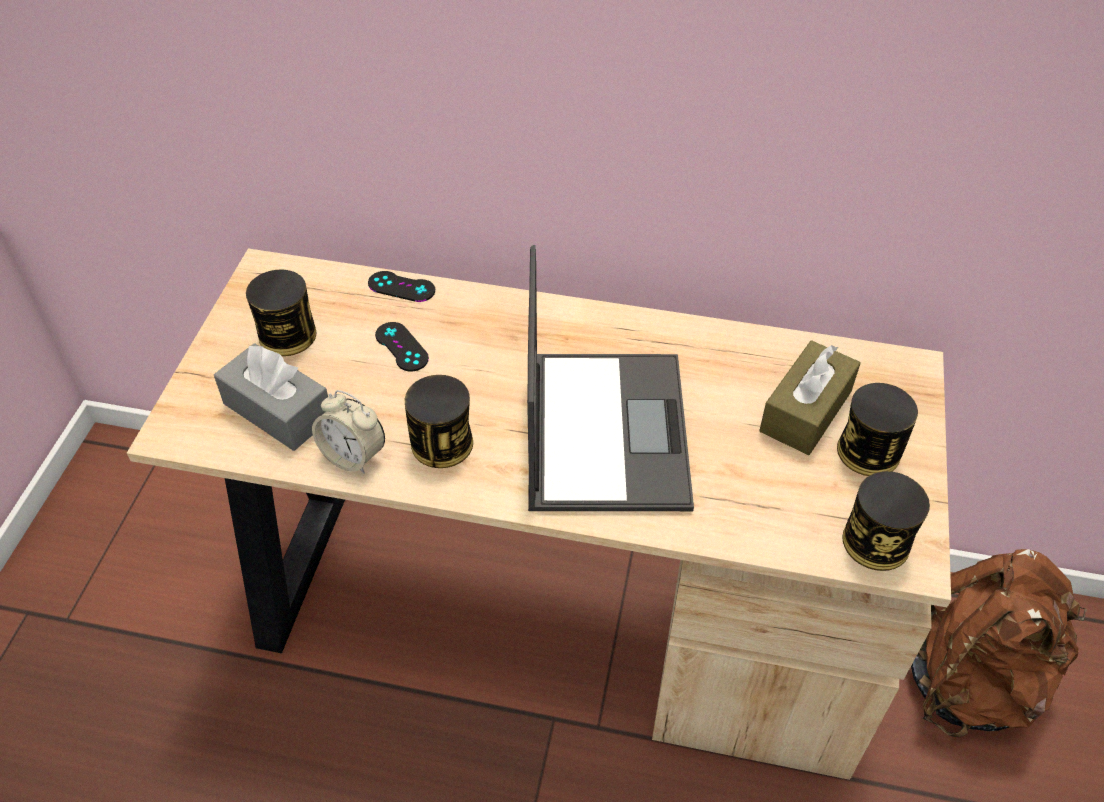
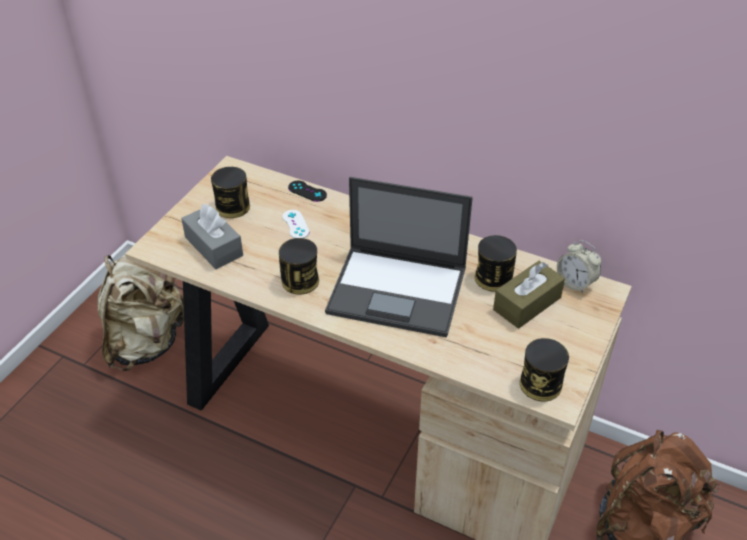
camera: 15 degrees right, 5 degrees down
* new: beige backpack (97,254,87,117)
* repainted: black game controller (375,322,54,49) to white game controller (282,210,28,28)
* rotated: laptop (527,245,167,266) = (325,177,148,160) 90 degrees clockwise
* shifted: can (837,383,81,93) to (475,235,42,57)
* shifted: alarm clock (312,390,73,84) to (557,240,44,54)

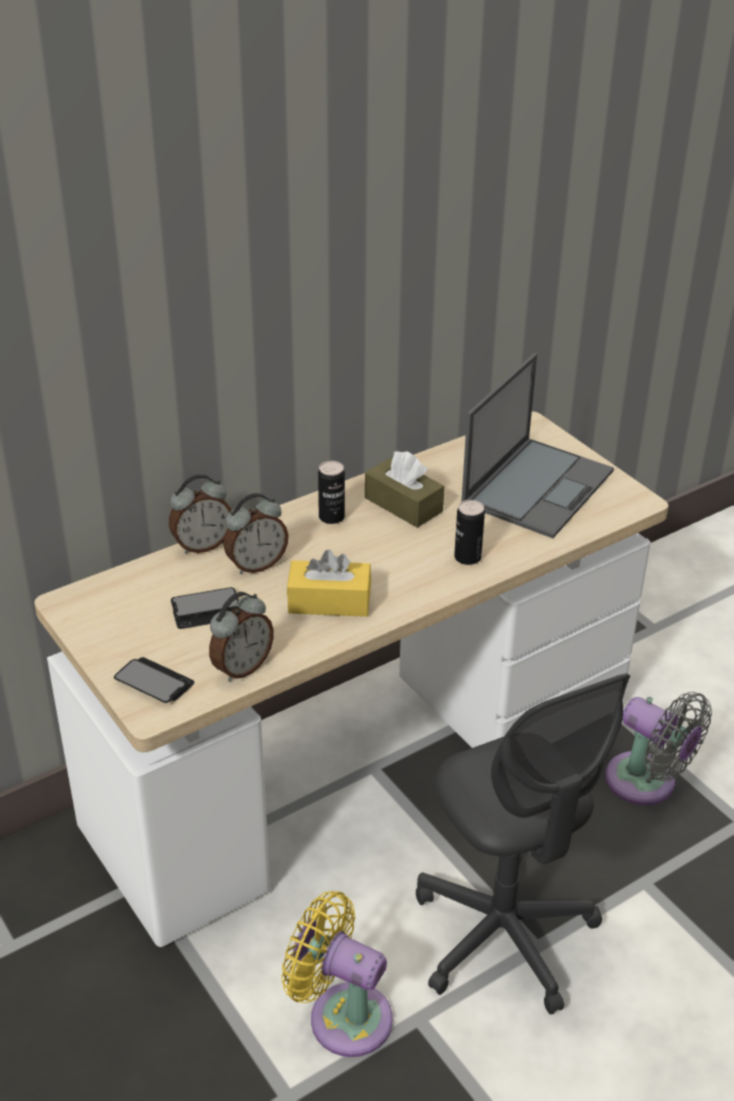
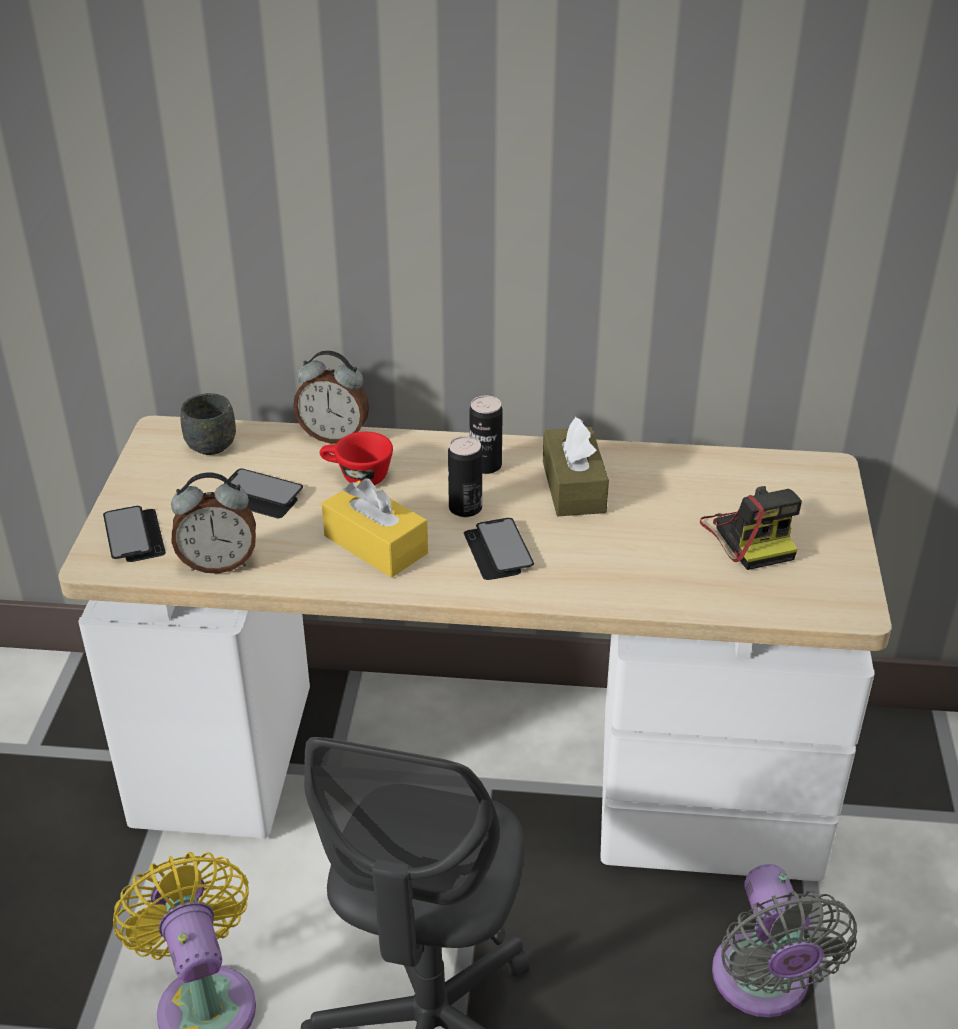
camera: 40 degrees right, 0 degrees up
* new: grey mug (180,393,56,62)
* swapped: alarm clock (224,493,64,81) to red cup (320,432,73,53)
* shifted: can (454,500,31,65) to (448,436,34,81)
* new: phone (464,518,70,62)
* swapped: laptop (461,353,153,185) to photo camera (700,486,102,84)

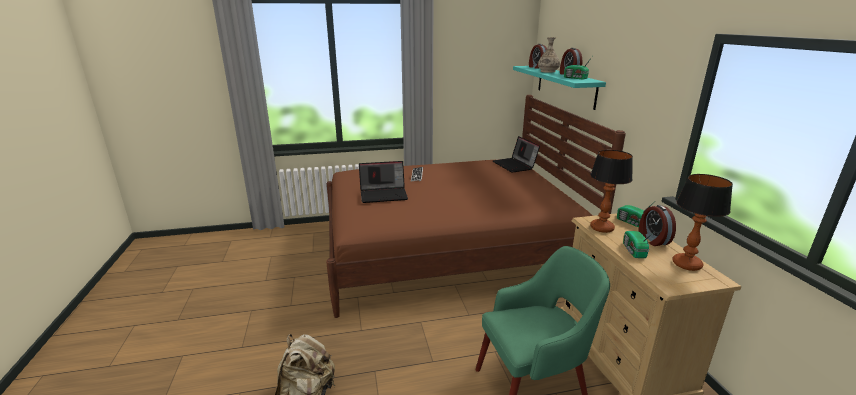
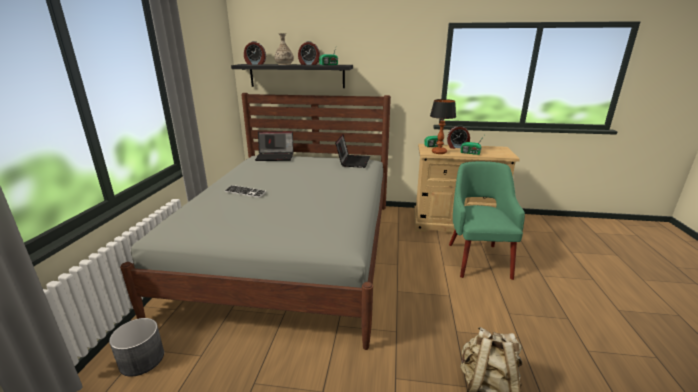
camera: 70 degrees left, 0 degrees up
* new: grey planter (109,318,55,59)
* repainted: brown bed (326,95,300,223) to grey bed (120,93,271,257)
* repainted: turquoise shelf (513,66,93,44) to black shelf (231,64,122,24)
* shifted: laptop (359,161,49,42) to (335,134,35,34)
* gone: table lamp (672,174,61,97)

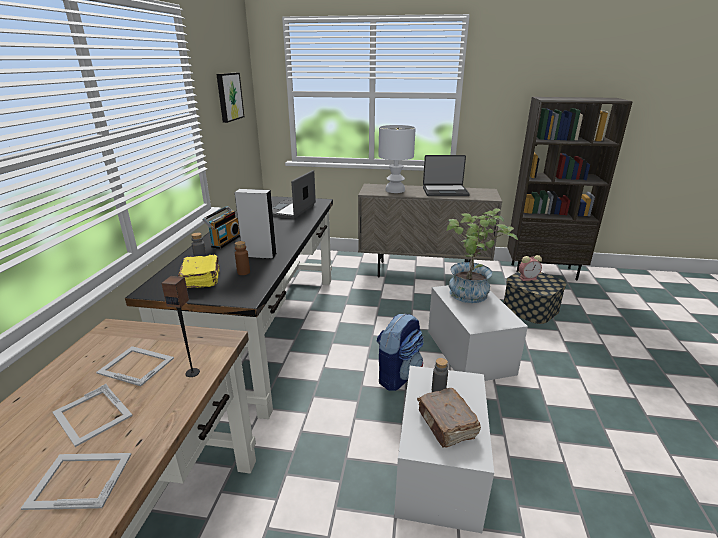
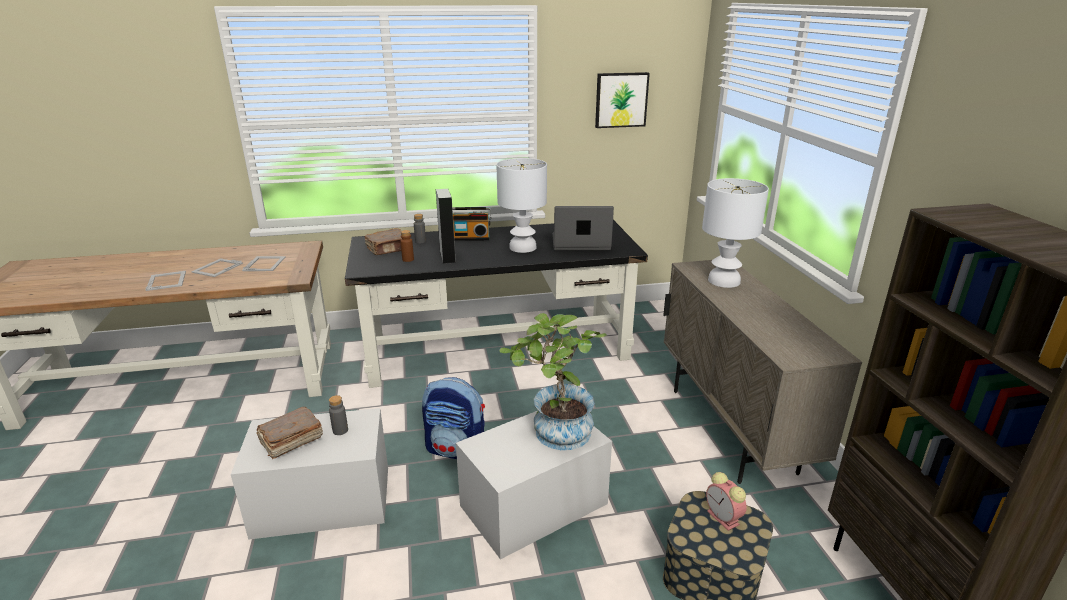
camera: 70 degrees right, 0 degrees up
* repainted: yellow book (178,255,42,33) to brown book (365,228,37,27)
* new: white table lamp (497,158,50,95)
* gone: speaker (161,276,39,101)
* gone: laptop (423,155,47,41)

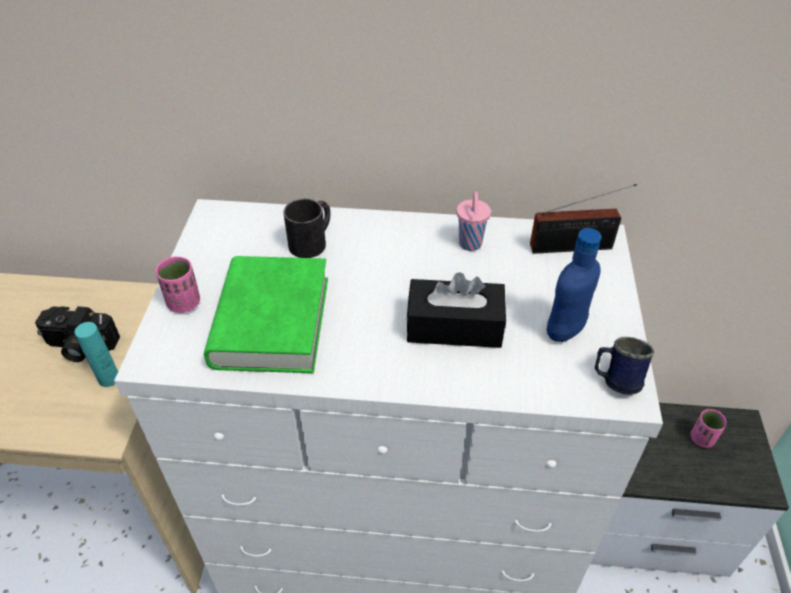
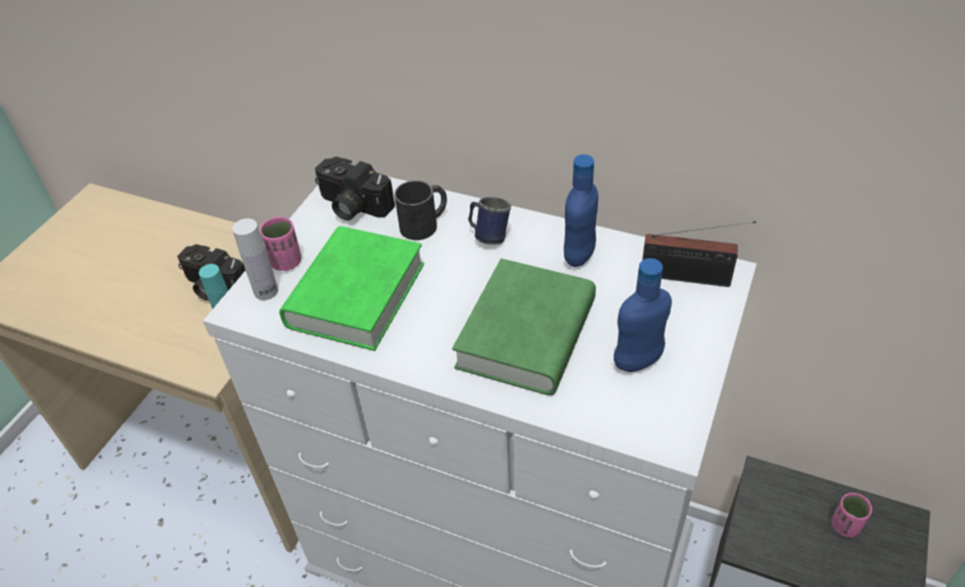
camera: 20 degrees right, 0 degrees up
* new: white bottle (232,218,46,82)
* new: photo camera (315,157,80,64)
* swapped: black tissue box (406,272,100,76) to green book (452,258,144,138)
* shifted: blue mug (595,337,59,58) to (468,197,43,48)
* swapped: pink cup (457,192,34,59) to blue bottle (564,154,34,113)

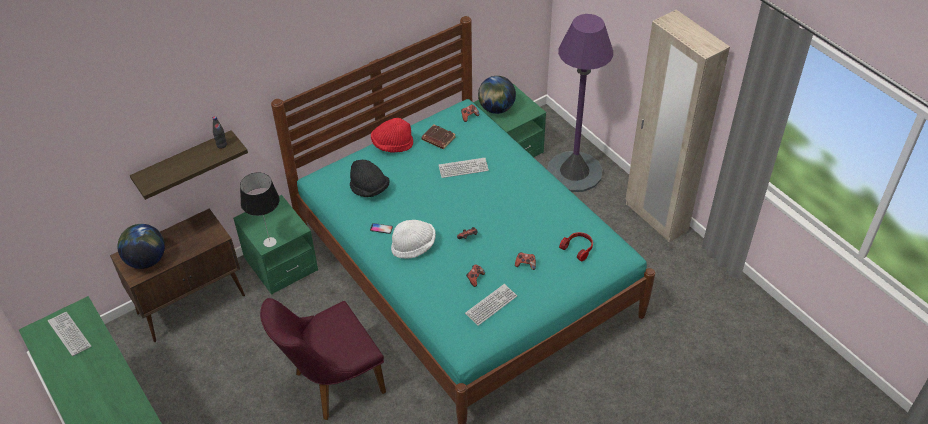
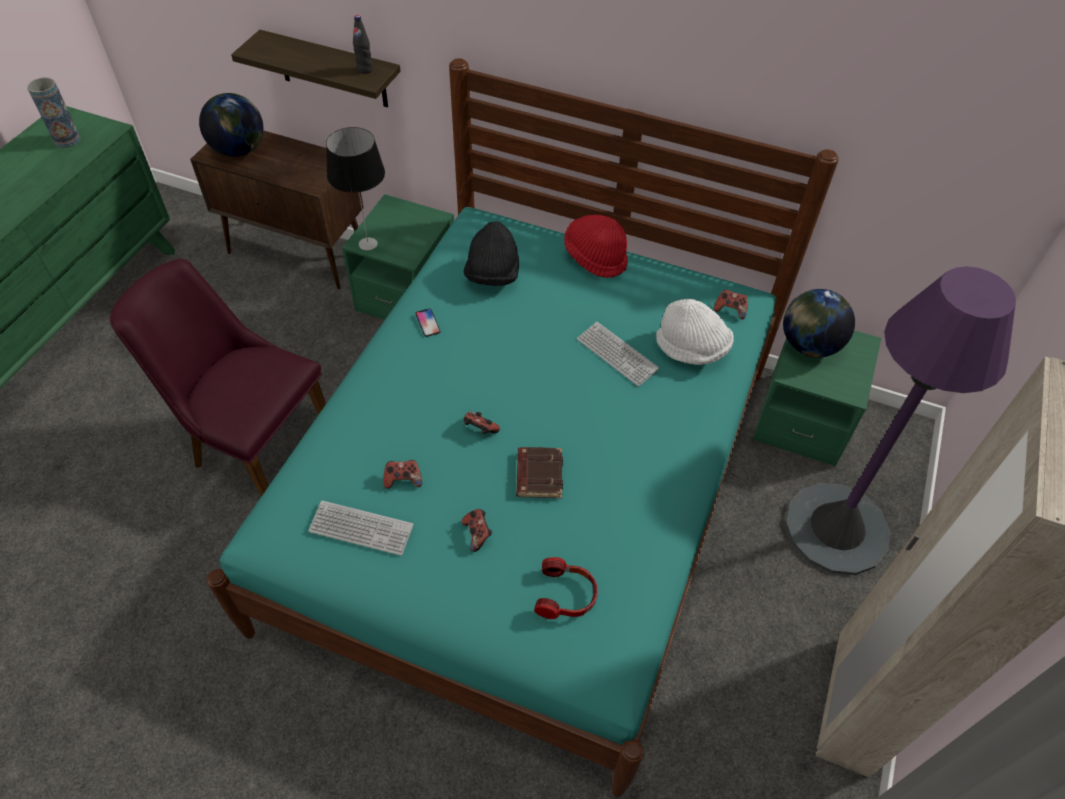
camera: 55 degrees right, 5 degrees up
* swapped: keyboard (48,312,43,44) to vase (27,77,53,71)
* shifted: brown book (421,125,35,24) to (516,447,47,51)
* shifted: white hat (391,220,45,39) to (656,299,78,66)

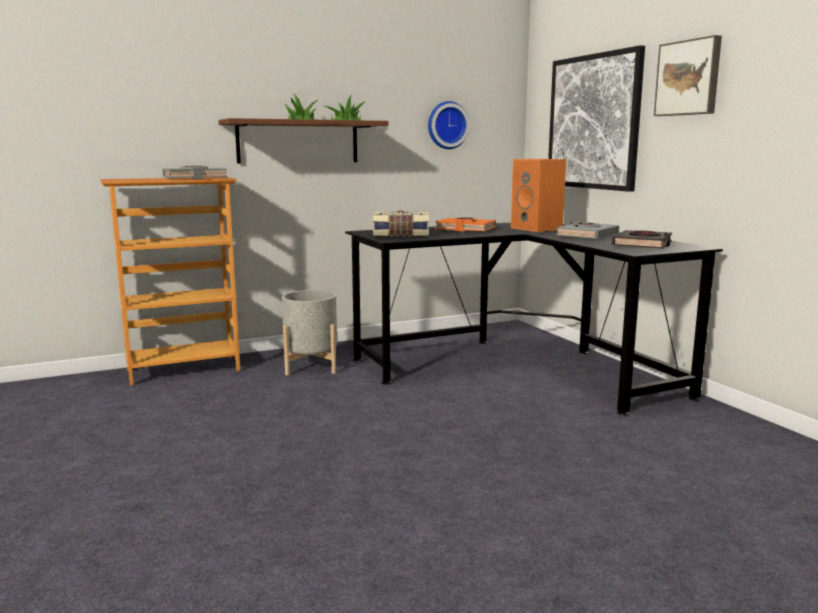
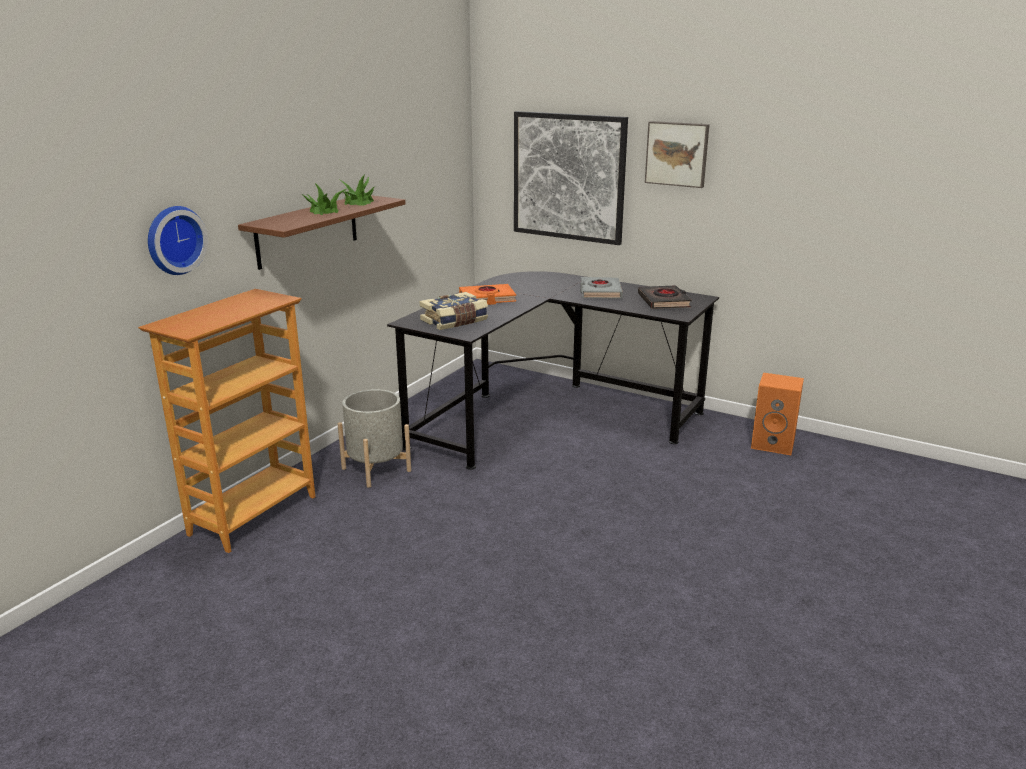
camera: 35 degrees left, 10 degrees up
* shifted: wall clock (428,101,42,48) to (148,206,60,69)
* shifted: orange speaker (511,159,55,73) to (751,373,53,82)
* gone: grey book (162,166,65,13)

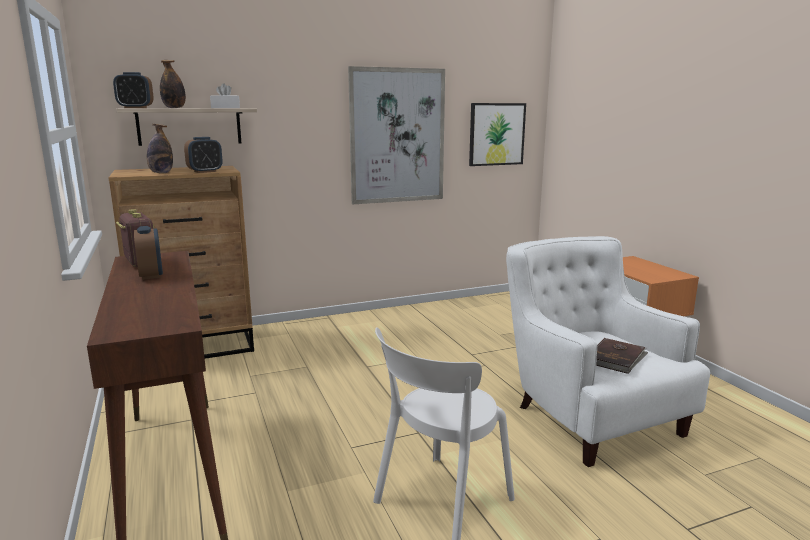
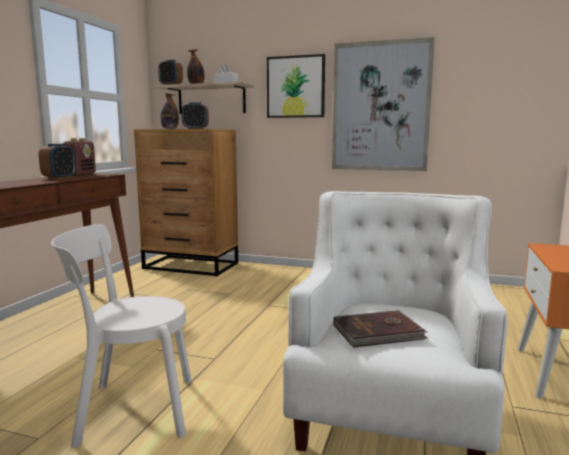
camera: 40 degrees right, 5 degrees down
* shifted: picture (469,103,57,63) to (267,54,58,64)

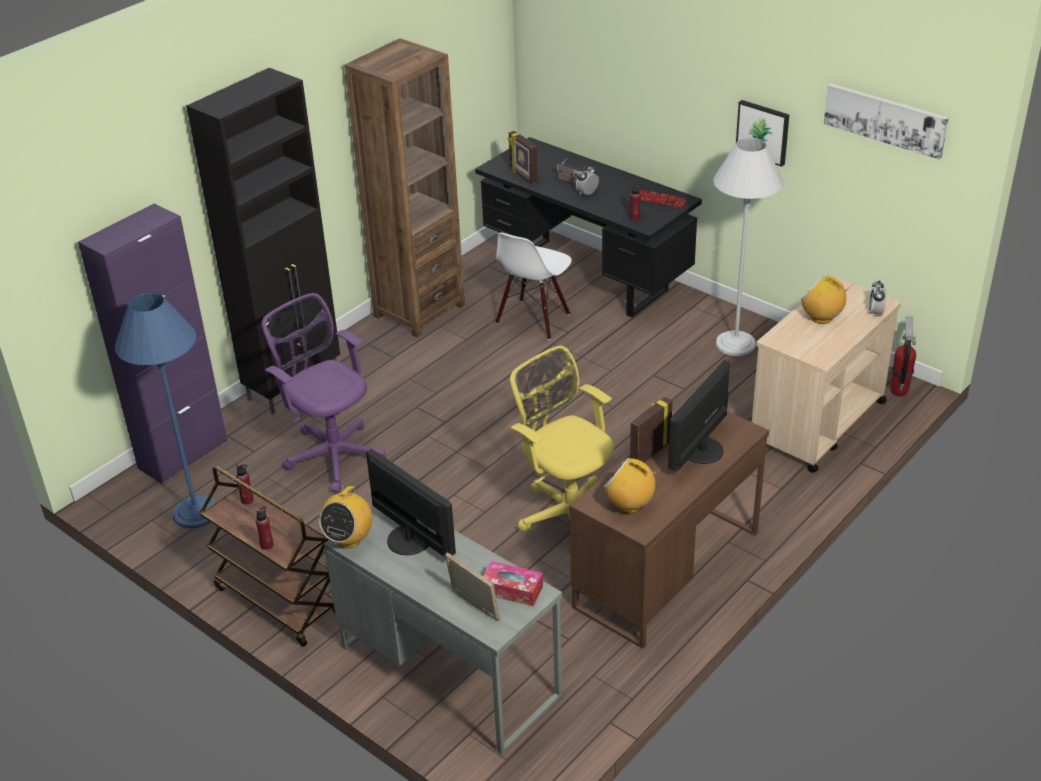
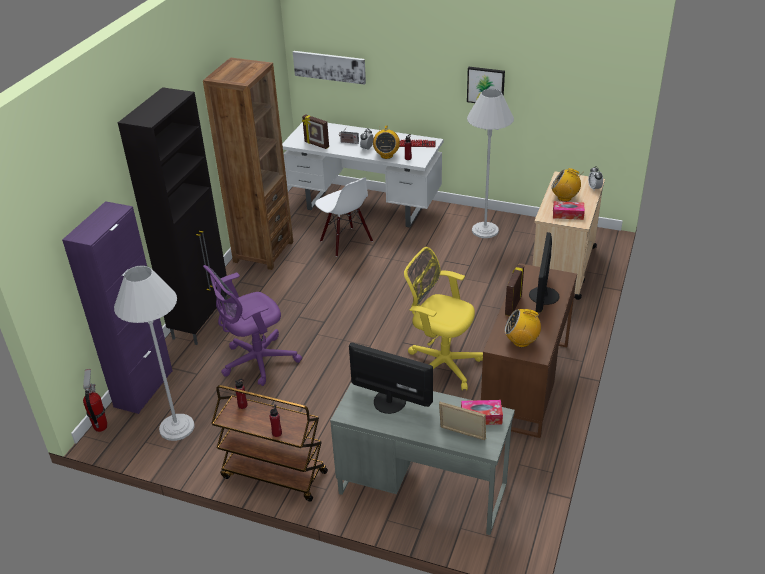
camera: 20 degrees left, 0 degrees up
* shifted: fire extinguisher (891,316,25,81) to (83,369,24,63)
* repainted: blue floor lamp (115,292,101,236) to white floor lamp (114,266,81,175)
* rotated: purple office chair (262,293,124,200) = (203,265,99,121) 60 degrees counterclockwise
* repainted: black desk (475,137,227,181) to white desk (282,122,161,105)
* shifted: picture (824,83,125,76) to (293,51,73,34)
* rotated: white chair (495,232,77,108) = (315,177,58,80) 45 degrees counterclockwise
* shifted: radio (319,482,53,66) to (373,126,27,33)
* new: tissue box (553,201,32,19)

